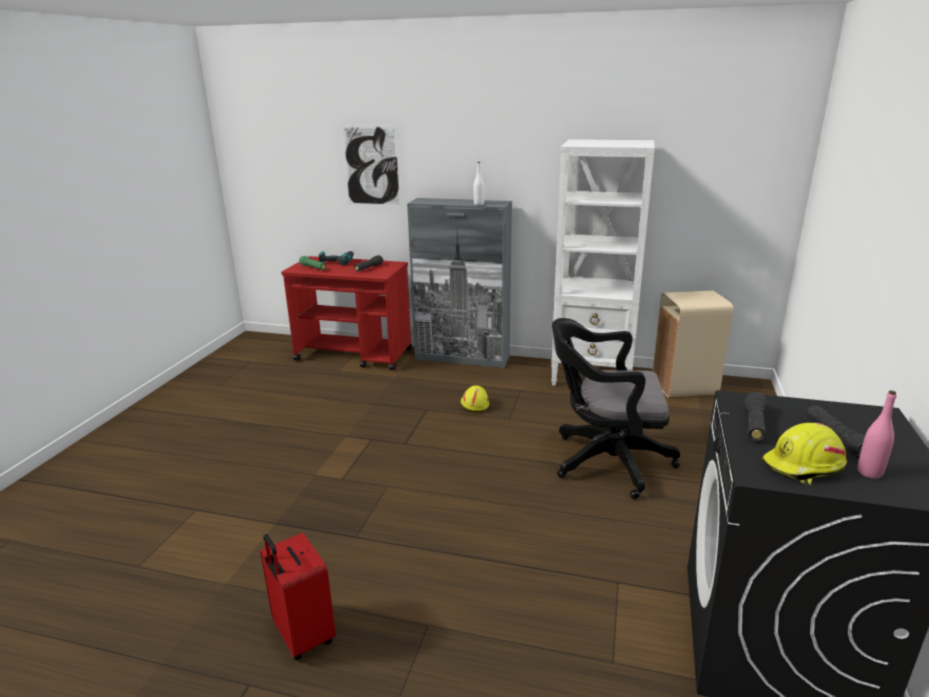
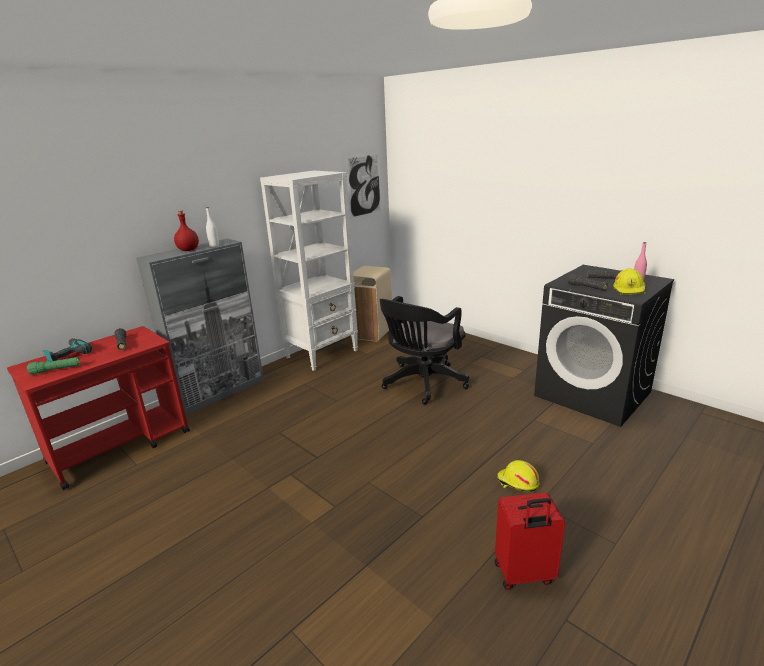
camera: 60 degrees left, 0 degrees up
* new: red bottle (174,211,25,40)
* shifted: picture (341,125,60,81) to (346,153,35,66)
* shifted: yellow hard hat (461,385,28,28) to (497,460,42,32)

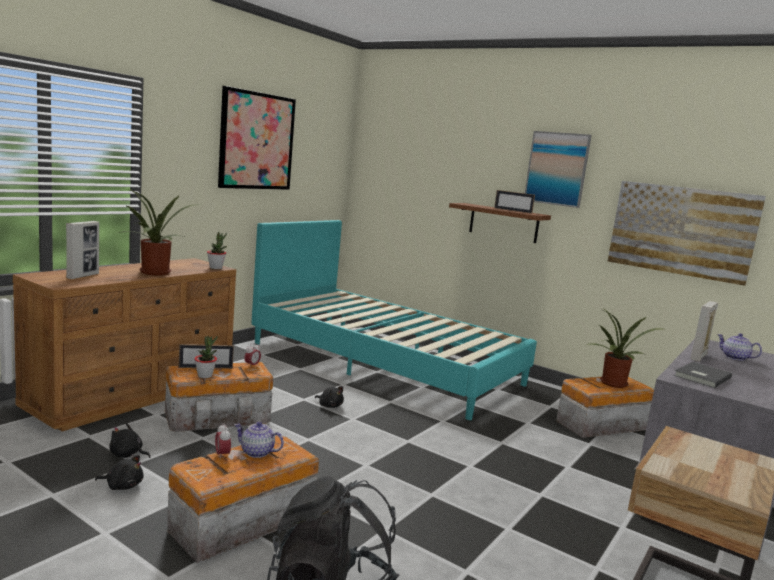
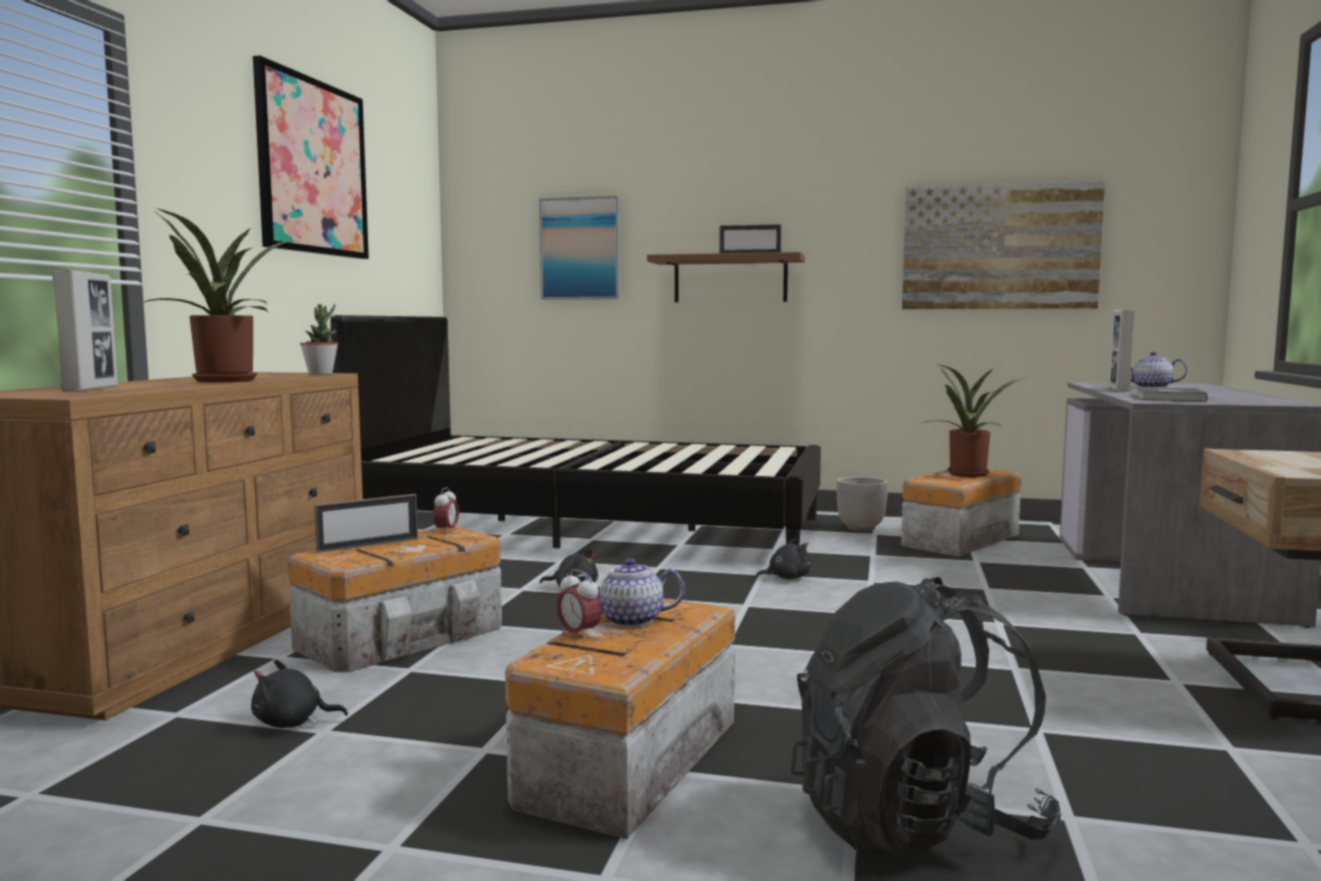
camera: 20 degrees left, 5 degrees down
* repainted: turquoise bed (251,220,286,200) to black bed (330,315,491,233)
* shifted: picture (525,131,67,77) to (539,196,81,104)
* shifted: black plush toy (95,455,49,35) to (756,539,55,40)
* new: planter (836,477,52,54)
* gone: potted plant (195,336,23,42)

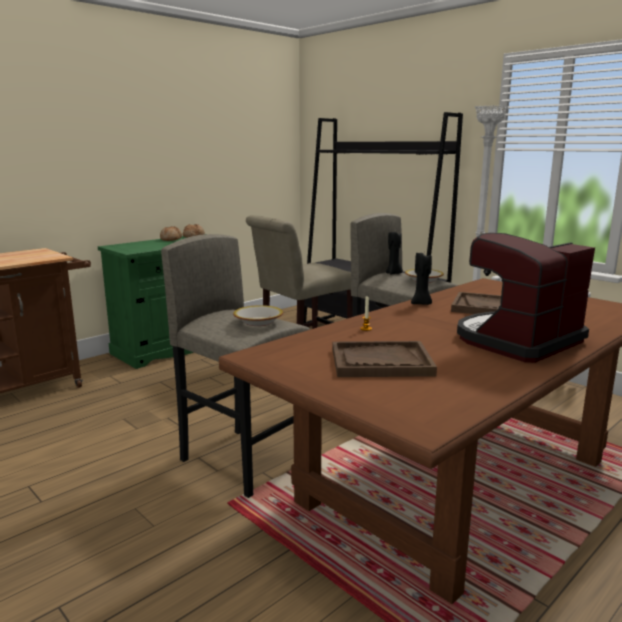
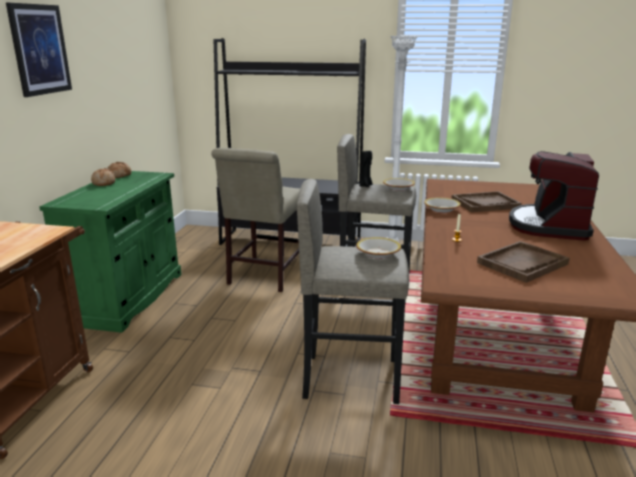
camera: 35 degrees left, 5 degrees up
* new: picture (6,3,66,94)
* swapped: black candle (411,253,21,52) to bowl (424,197,37,16)

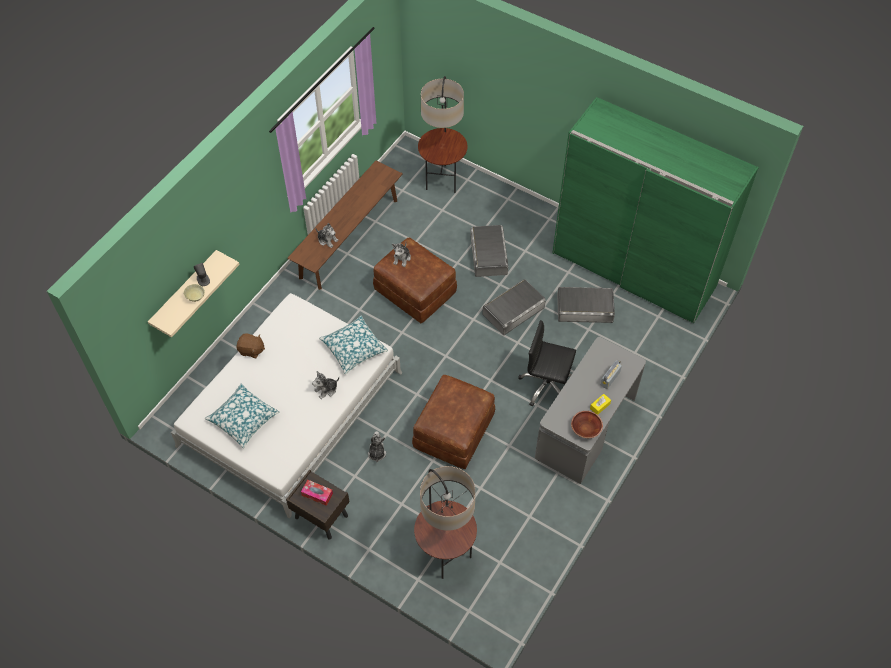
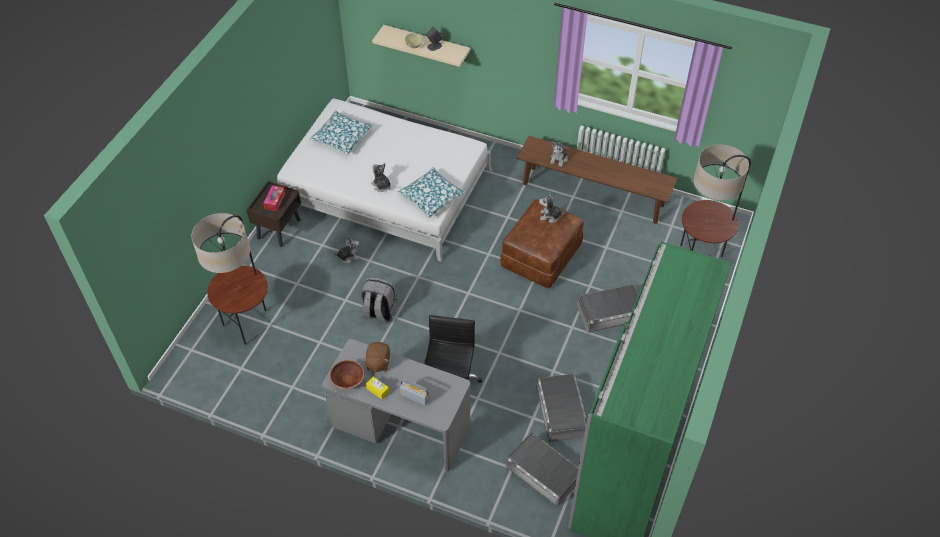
camera: 80 degrees right, 5 degrees down
* swapped: brown ottoman (412,375,83,94) to grey backpack (360,277,37,47)
* shifted: brown plush toy (236,333,29,25) to (363,342,27,31)
* shifted: grey storage box (482,279,64,56) to (506,433,73,74)

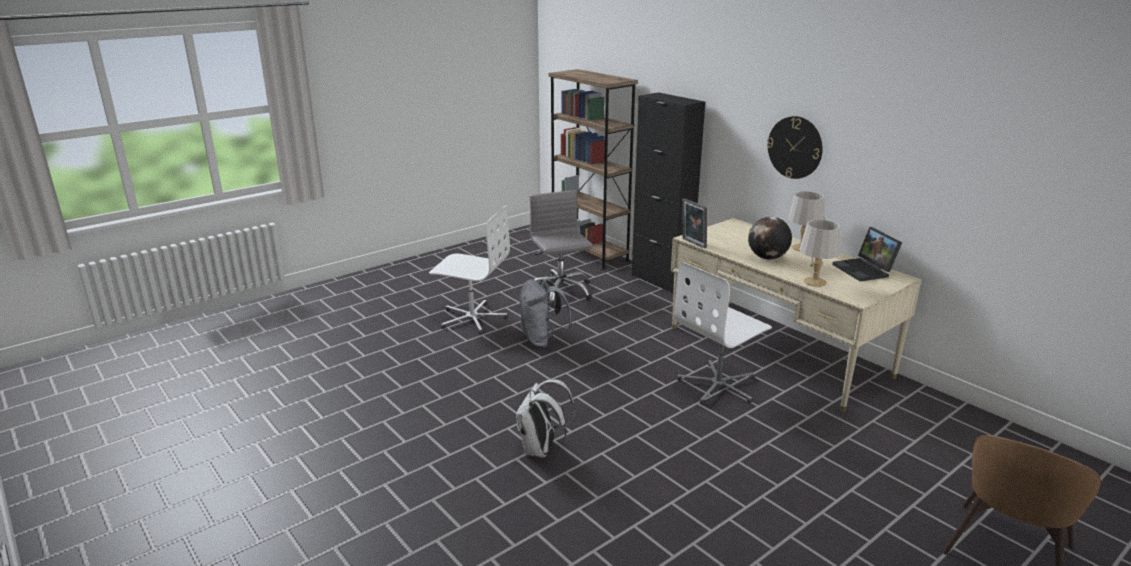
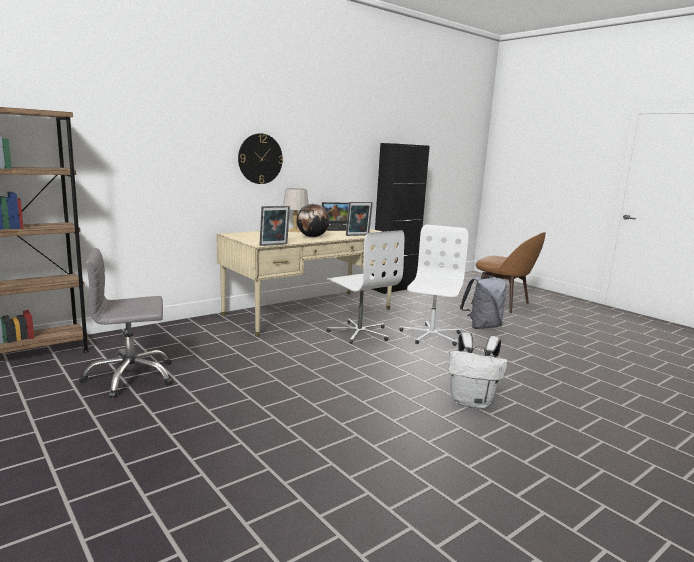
camera: 90 degrees left, 10 degrees down
* swapped: grey table lamp (799,219,41,68) to picture frame (346,202,27,34)
* shifted: black cabinet (632,92,73,202) to (372,143,58,151)
* shifted: white office chair (429,205,81,129) to (400,225,69,121)
* shifted: grey backpack (519,279,54,69) to (460,275,47,54)

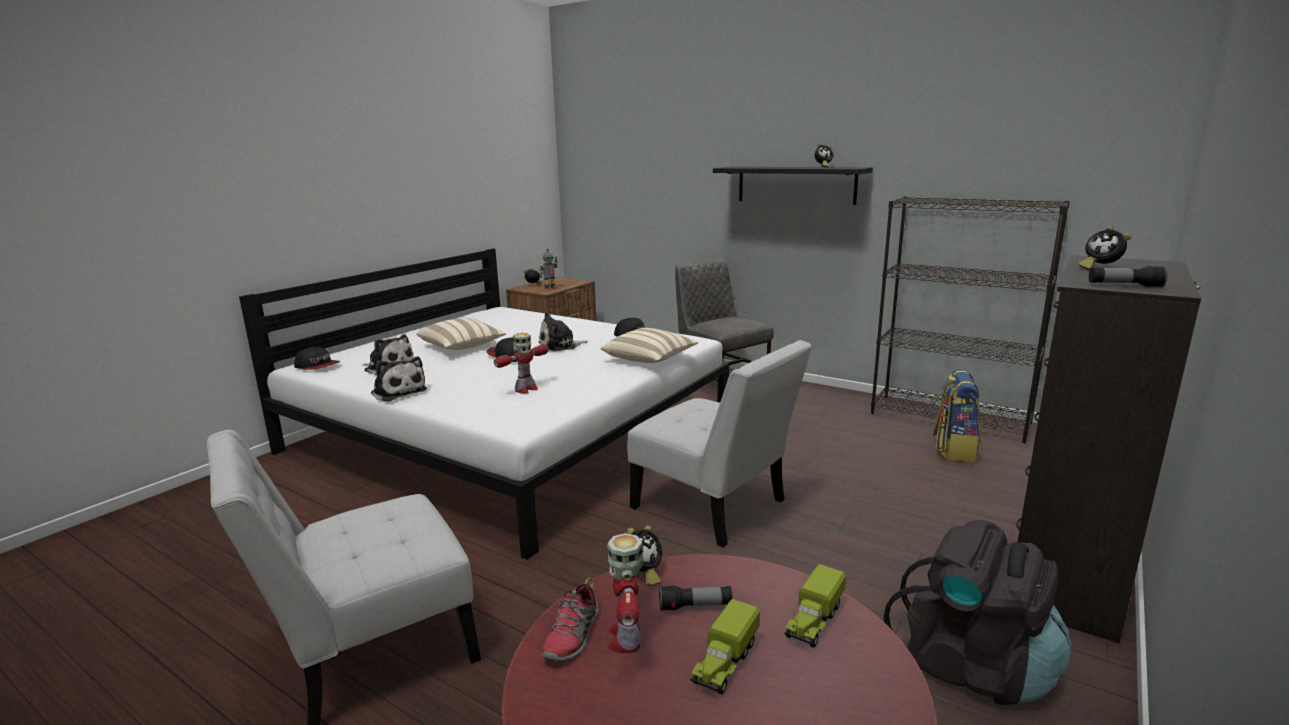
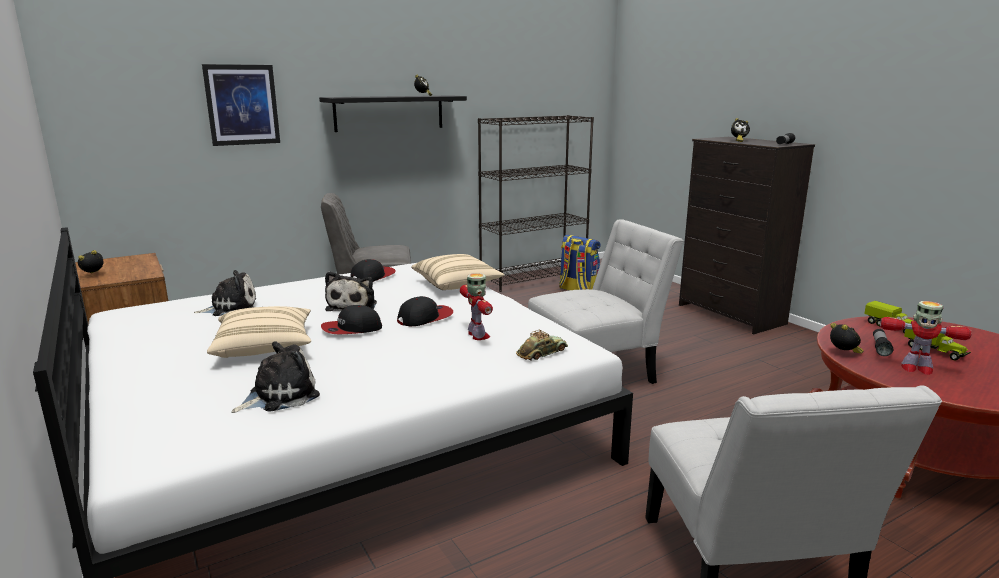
camera: 65 degrees left, 0 degrees up
* shifted: plush toy (371,356,56,46) to (194,270,62,46)
* new: picture (202,64,78,82)
* shifted: cap (294,347,46,23) to (397,296,56,30)
* new: toy car (516,330,52,31)
* gone: toy robot (539,249,19,41)
* gone: shoe (541,578,58,84)
* gone: black backpack (884,520,187,185)

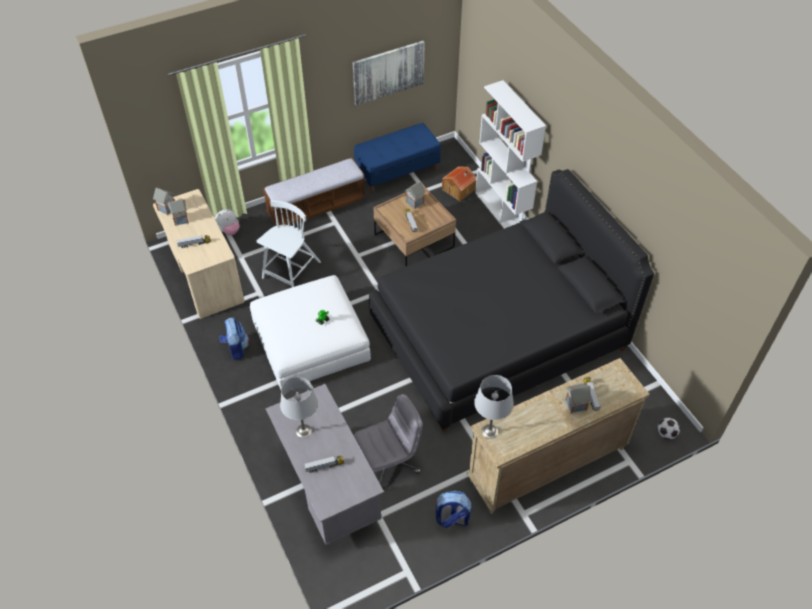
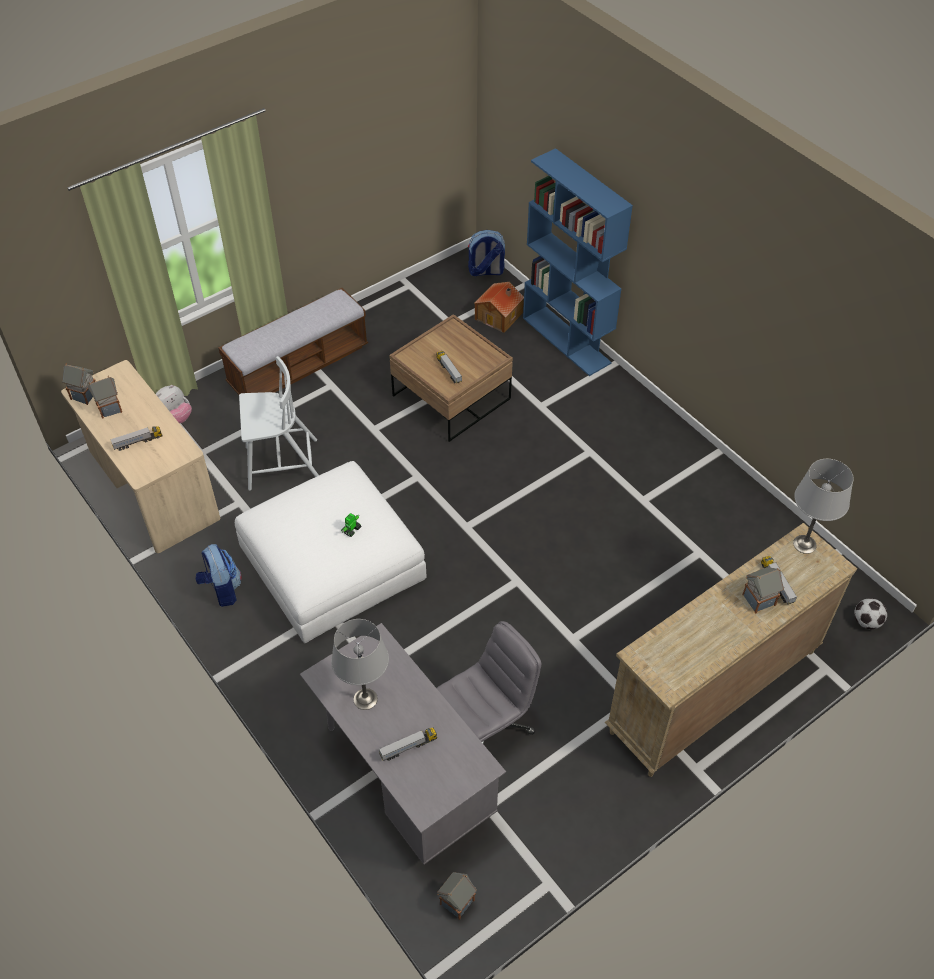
camera: 10 degrees left, 0 degrees up
* rotated: white chair (257,200,64,87) = (239,356,80,135) 60 degrees clockwise
* shifted: toy house (405,181,20,28) to (437,872,40,48)
* shifted: backpack (435,491,36,37) to (468,230,37,46)
* repainted: white bookcase (475,80,71,149) to blue bookcase (523,148,110,228)
* shifted: grey table lamp (474,375,40,64) to (793,459,61,95)
* gone: picture (353,41,72,65)
* gone: blue bench (354,123,87,71)
* gone: black bed (369,169,285,263)

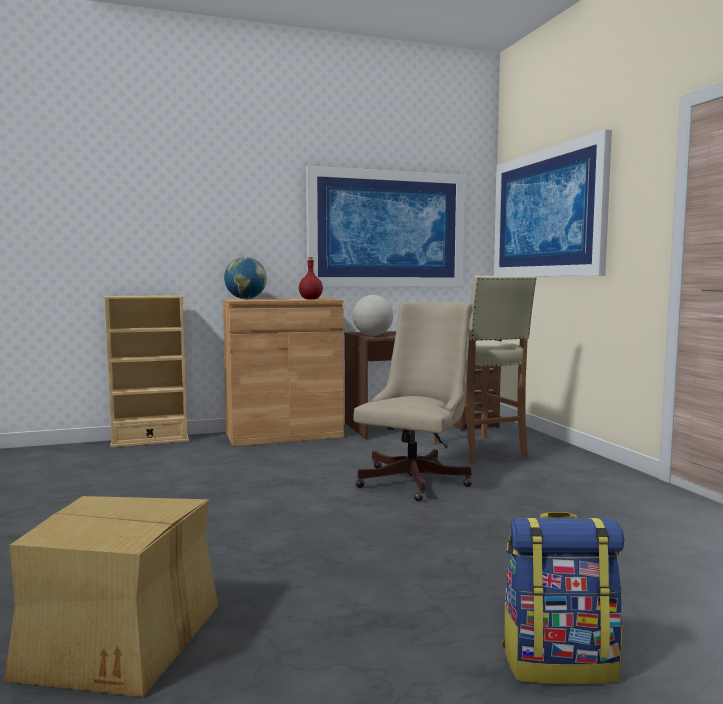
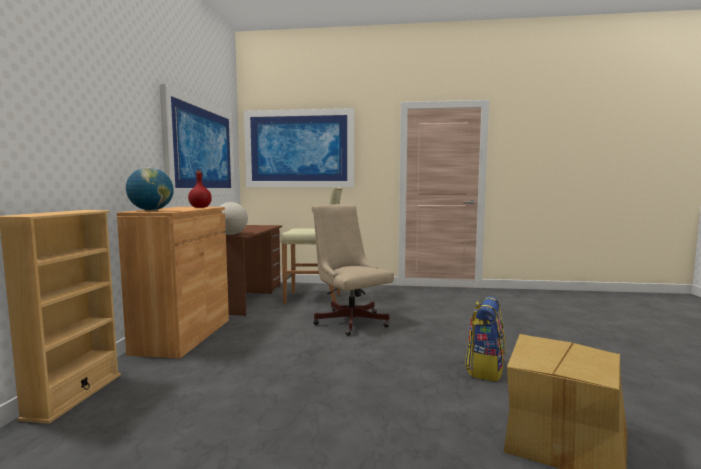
camera: 65 degrees left, 0 degrees up
* shifted: backpack (502,512,122,172) to (465,296,41,86)

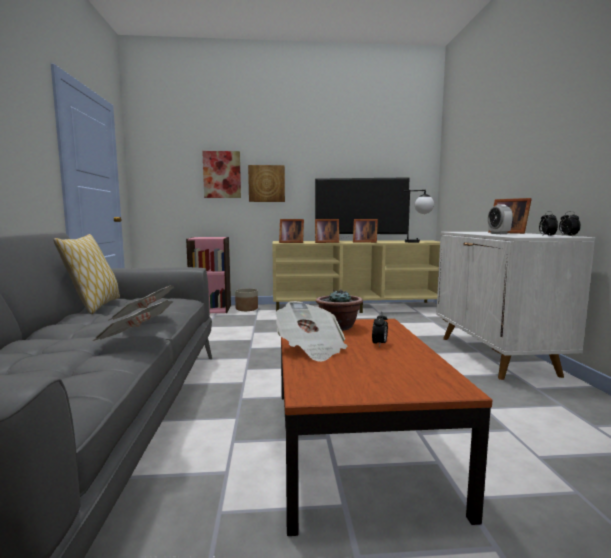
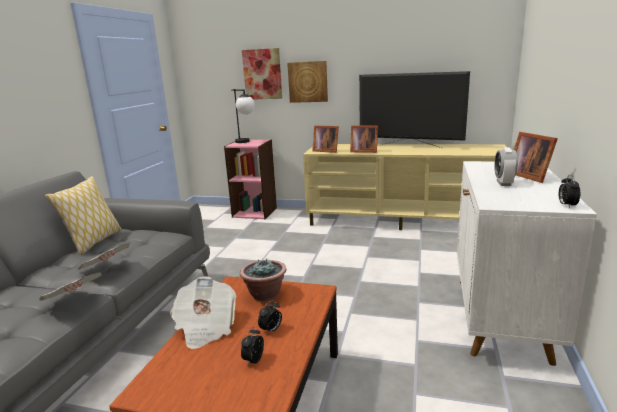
camera: 20 degrees right, 10 degrees up
* shifted: table lamp (404,190,30,53) to (231,89,24,54)
* shifted: alarm clock (539,211,19,24) to (241,327,23,39)
* gone: planter (235,288,23,23)
* gone: picture frame (353,219,25,24)

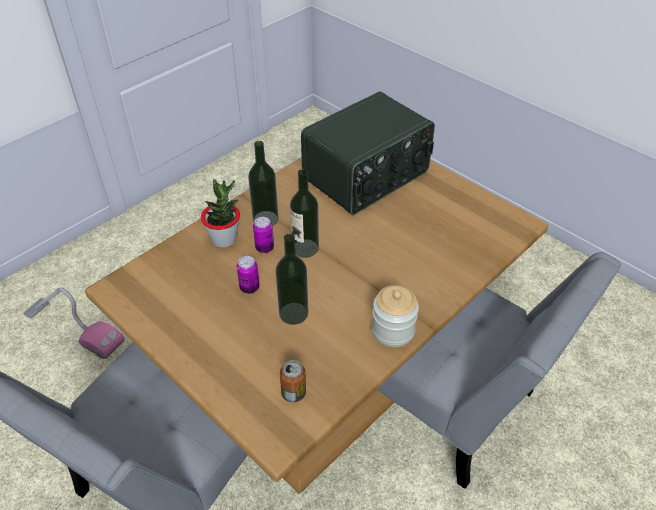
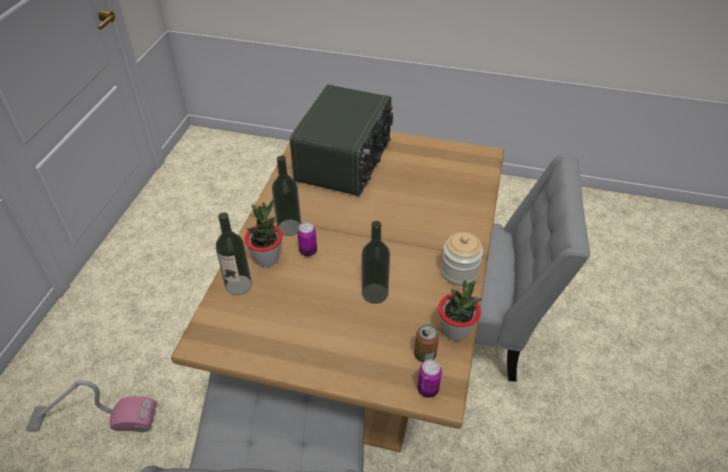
camera: 30 degrees left, 0 degrees up
* shifted: bottle (290,169,29,89) to (216,212,36,83)
* shifted: can (237,256,22,38) to (417,359,25,39)
* new: potted plant (438,280,44,61)

